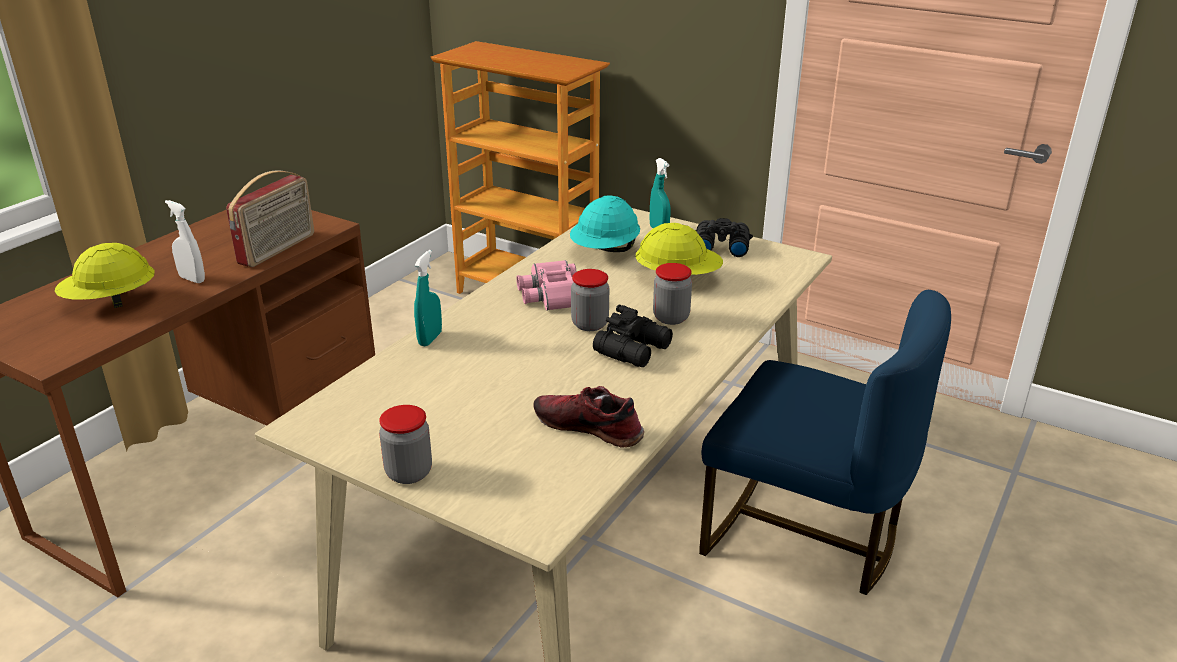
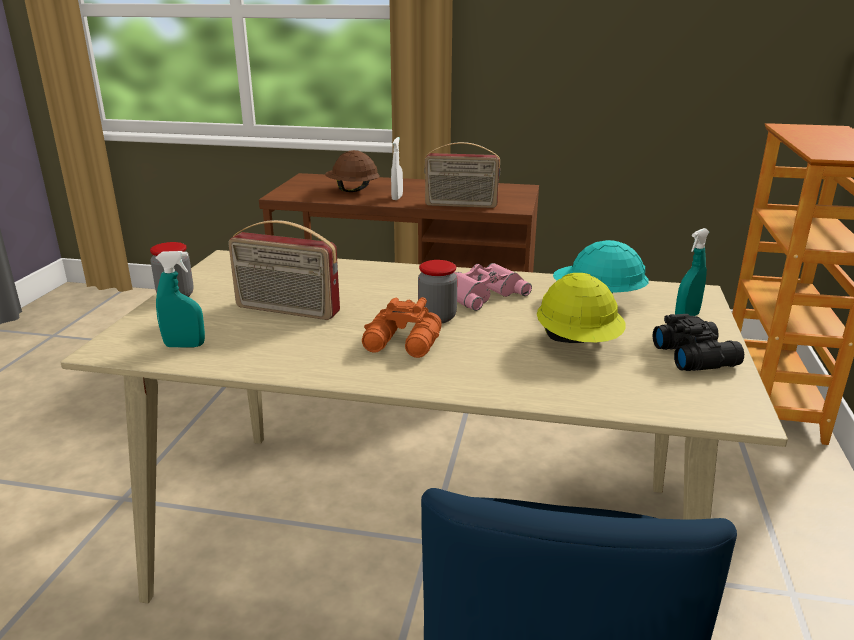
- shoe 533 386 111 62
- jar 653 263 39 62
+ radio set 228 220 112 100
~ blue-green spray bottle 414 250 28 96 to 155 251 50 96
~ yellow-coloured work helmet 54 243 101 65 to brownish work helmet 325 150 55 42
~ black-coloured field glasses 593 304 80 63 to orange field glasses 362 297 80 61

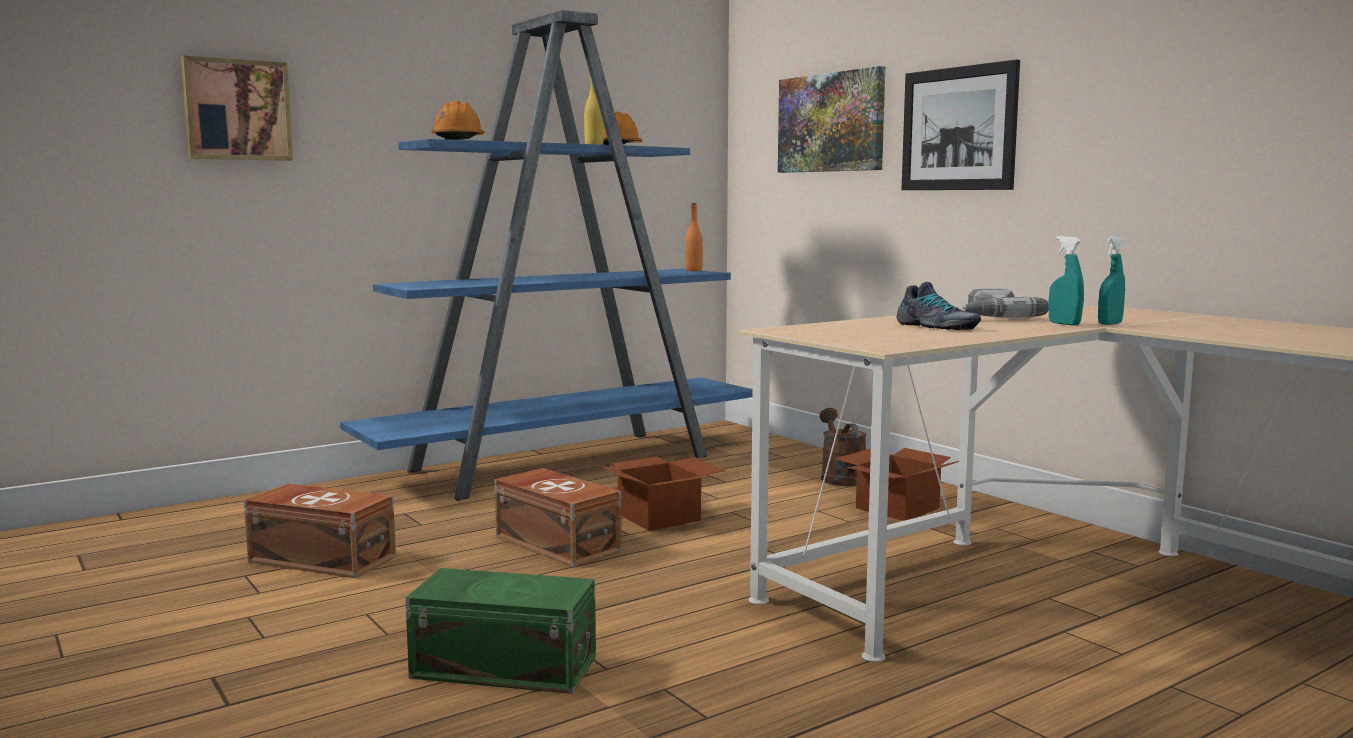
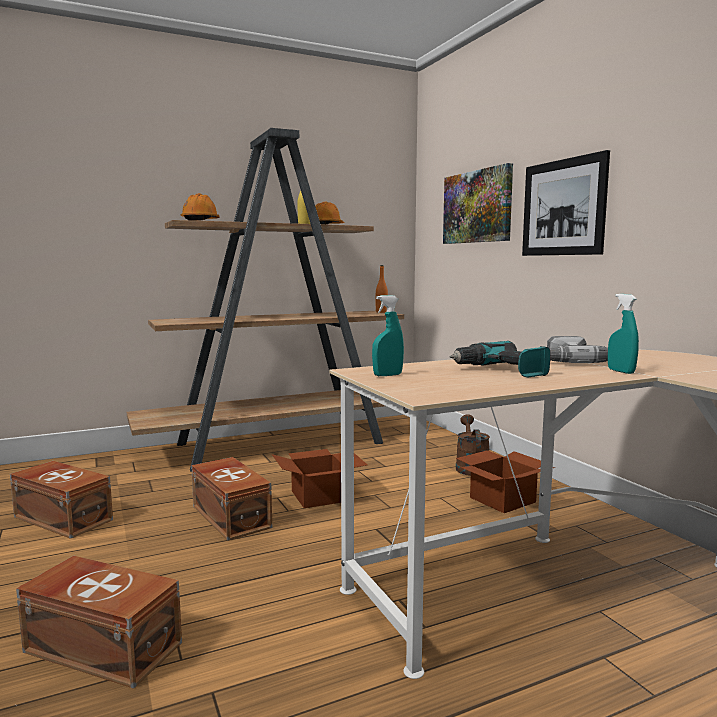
- picture 181 56 112 105
~ blue-green spray bottle 1098 236 27 89 to 372 295 32 81
~ shoe 896 282 85 48 to drill 449 341 101 37
~ blue shelving unit 340 10 413 491 to brownish shelving unit 127 128 277 344
~ greenish storage bin 405 568 191 126 to brownish storage bin 16 556 166 133

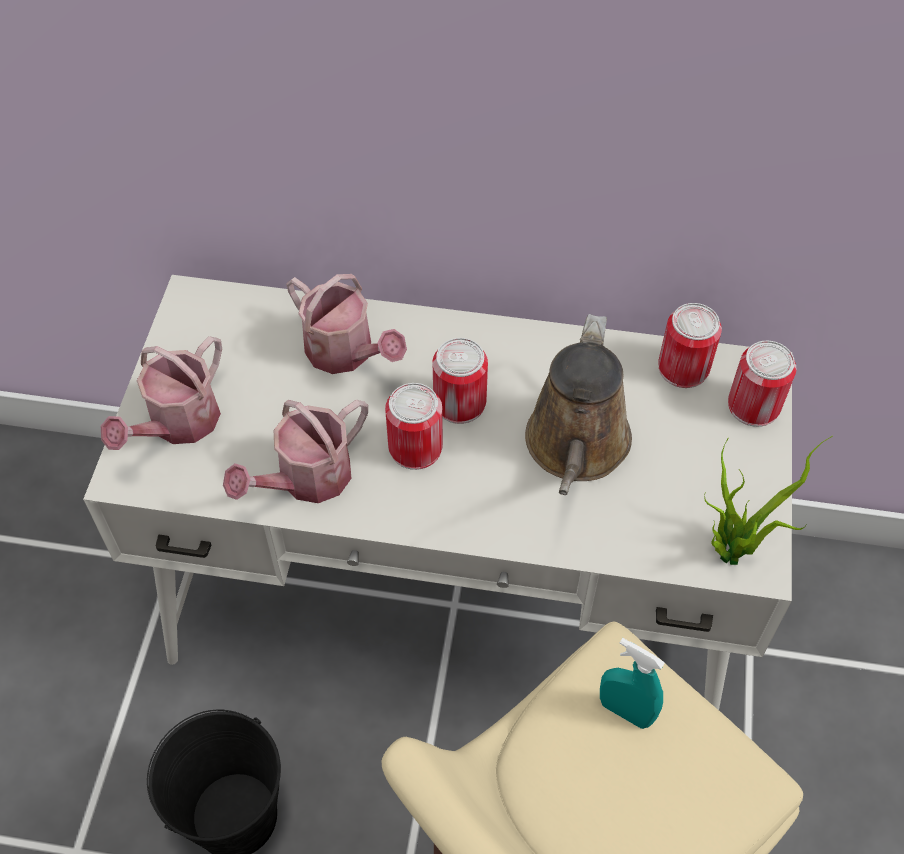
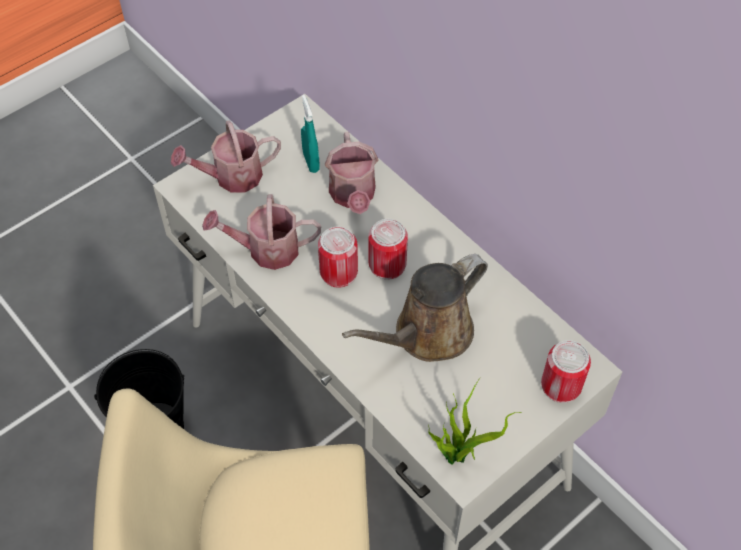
- can 658 303 64 85
~ blue-green spray bottle 600 638 65 91 to 301 95 19 78

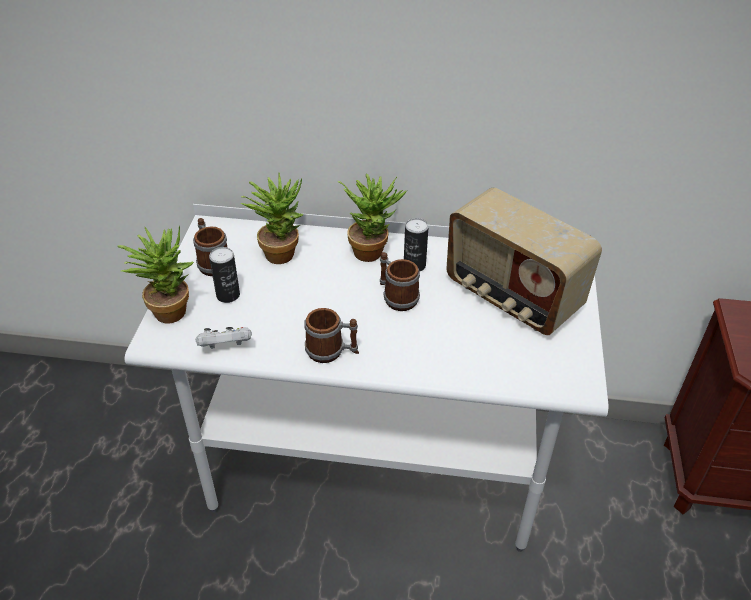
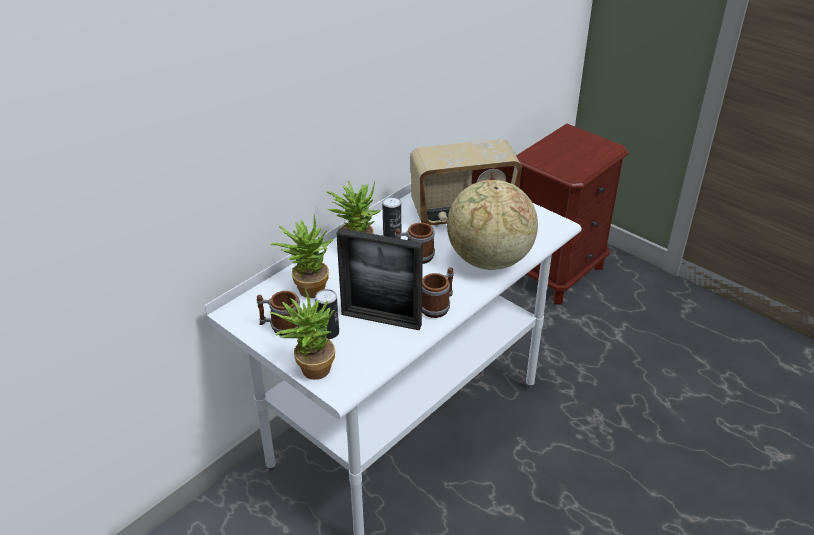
- whitish joypad 196 327 56 22
+ photo frame 336 228 87 102
+ globe 447 180 91 90

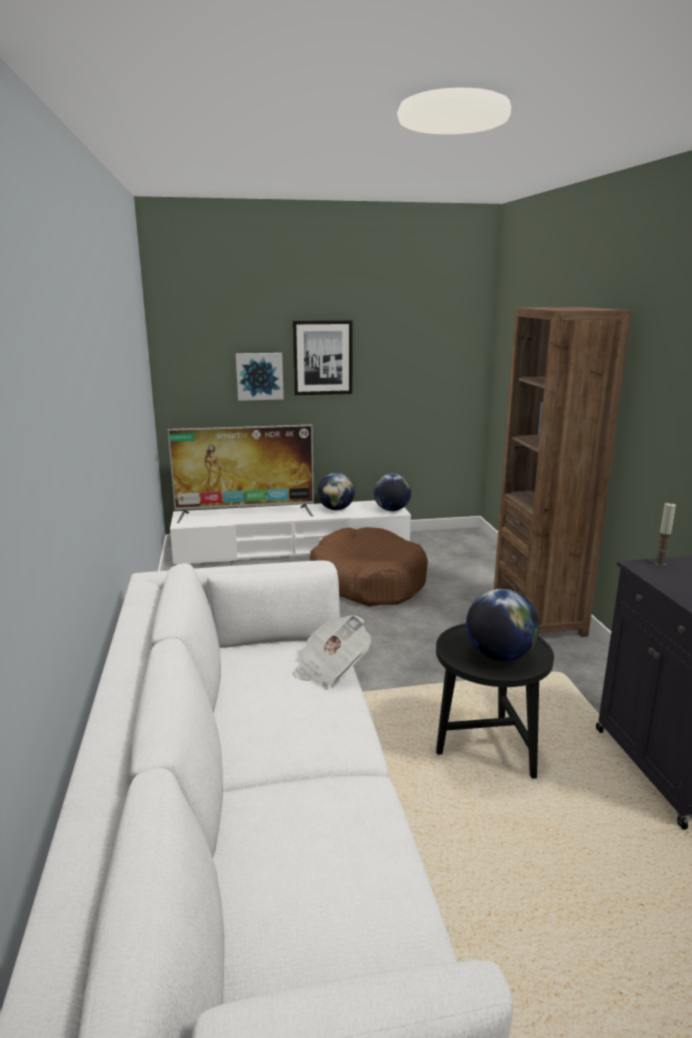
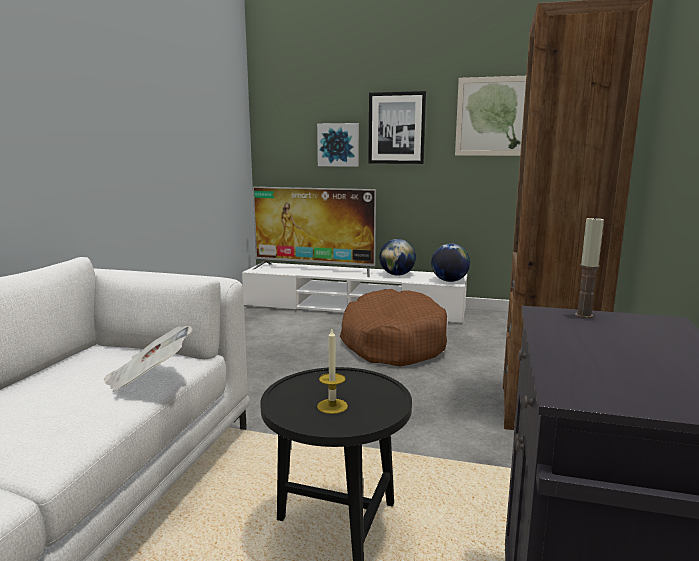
+ picture 455 76 71 80
~ globe 466 589 74 72 to wax light 317 329 31 85

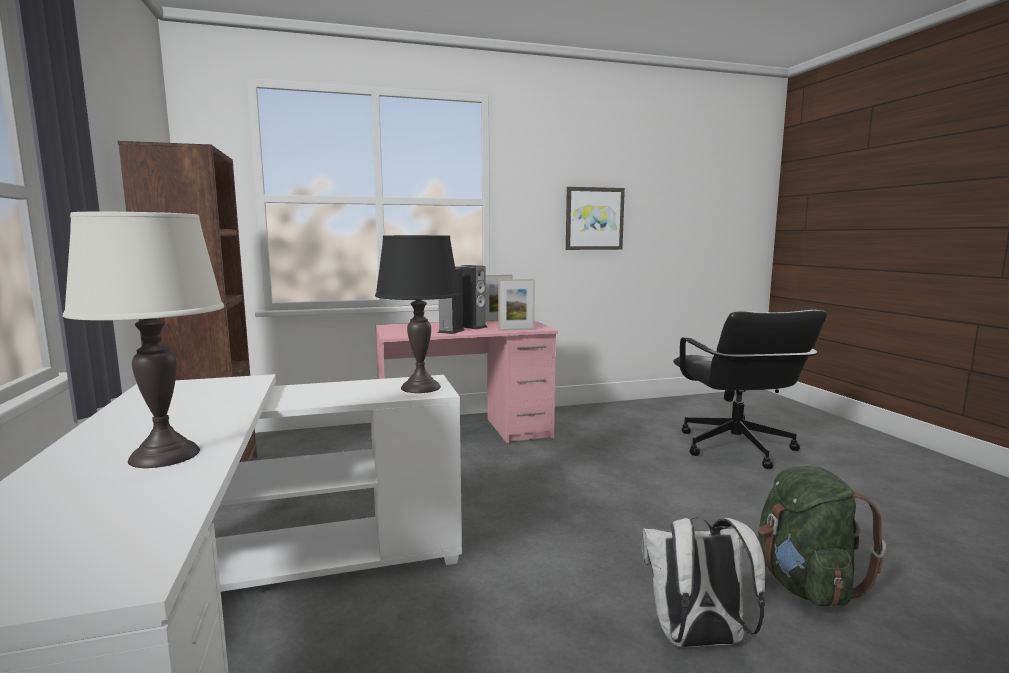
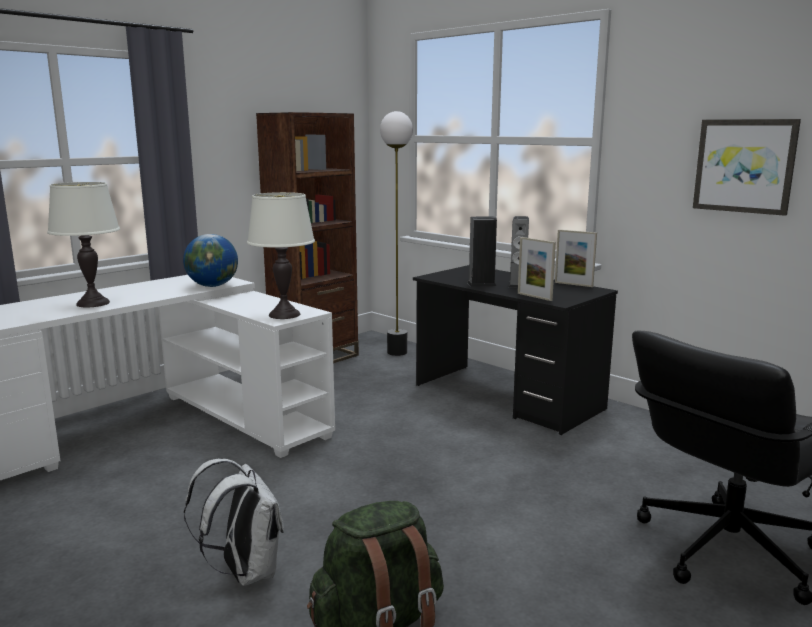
+ globe 183 234 55 53
+ standard lamp 380 111 33 245
~ black-coloured lamp for a table 375 235 86 158 to whitish lamp for a table 247 192 68 127
~ pink-coloured desk unit 375 320 183 124 to black-coloured desk unit 413 265 205 170

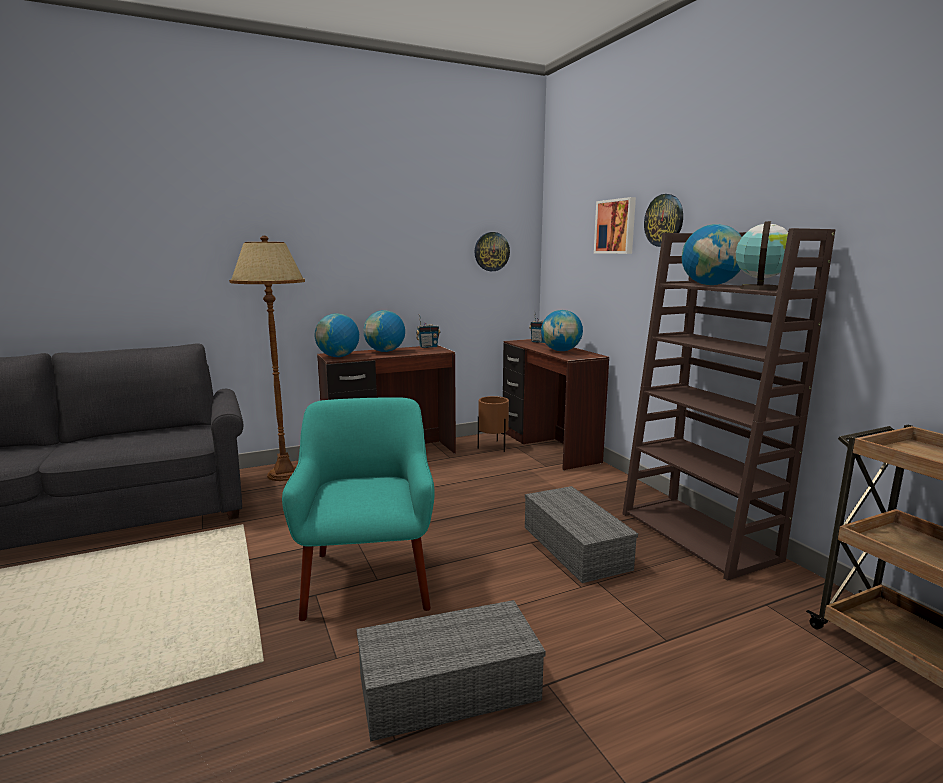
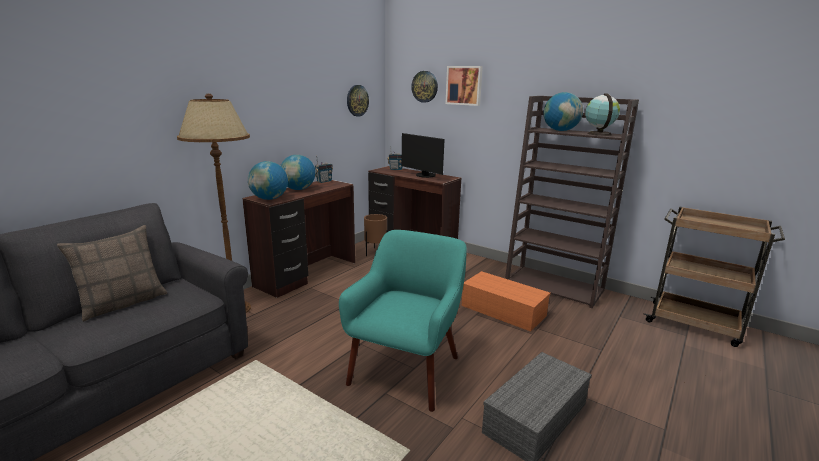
+ pillow 57 225 110 97
~ hanging clock 644 194 39 53 to 411 71 27 32
~ globe 541 310 42 41 to monitor 401 133 44 45
~ greyish storage bin 525 486 113 97 to orange storage bin 462 271 89 61
~ blue-green easy chair 282 397 153 224 = 339 230 128 182 60 degrees clockwise

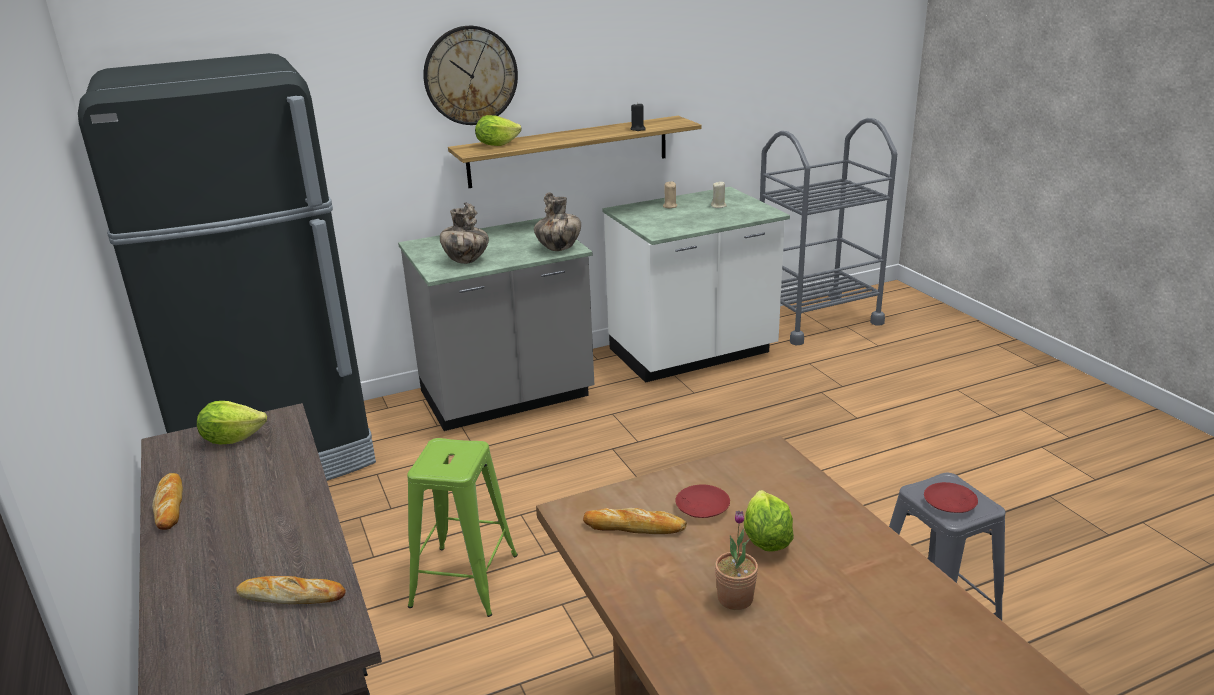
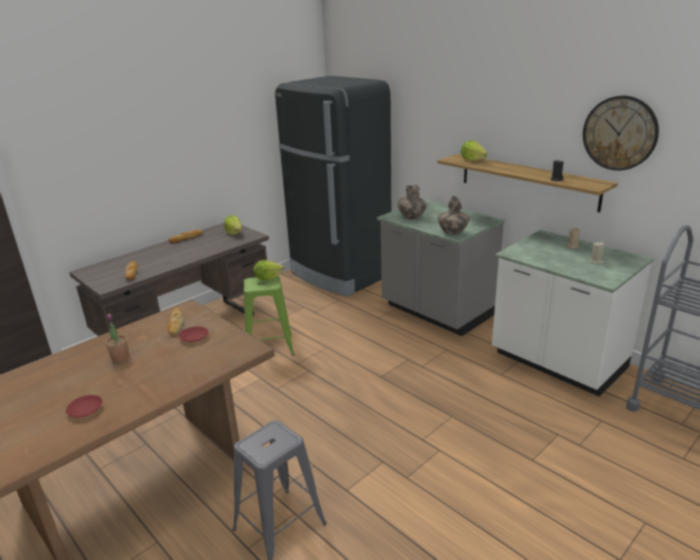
~ hanging clock 423 26 95 99 to 583 96 76 75
~ lettuce head 744 490 50 62 to 253 260 31 20
~ red dinner plate 924 482 54 31 to 66 395 36 23

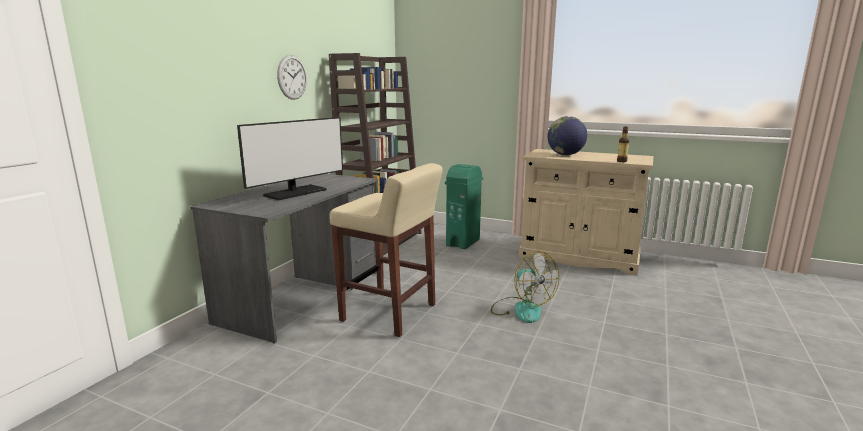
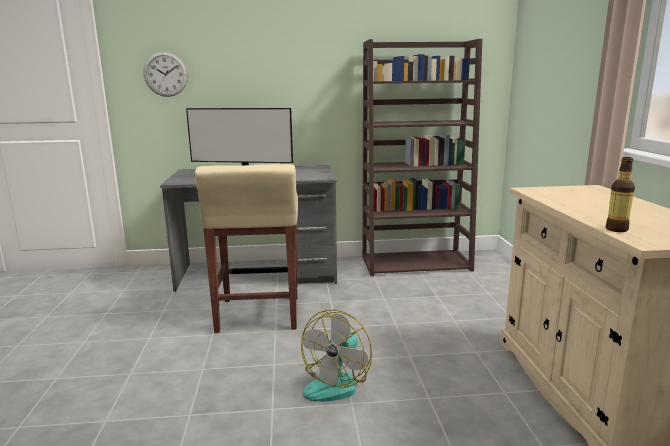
- greenish rubbish bin 445 164 38 85
- globe 547 116 40 39
~ hanging clock 277 55 30 45 to 143 52 45 45

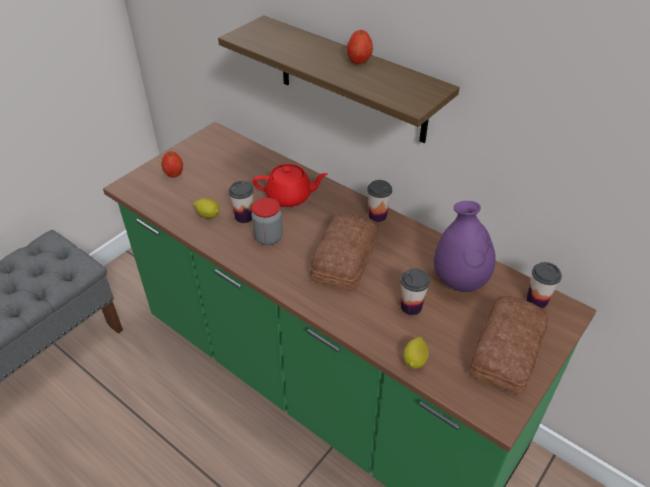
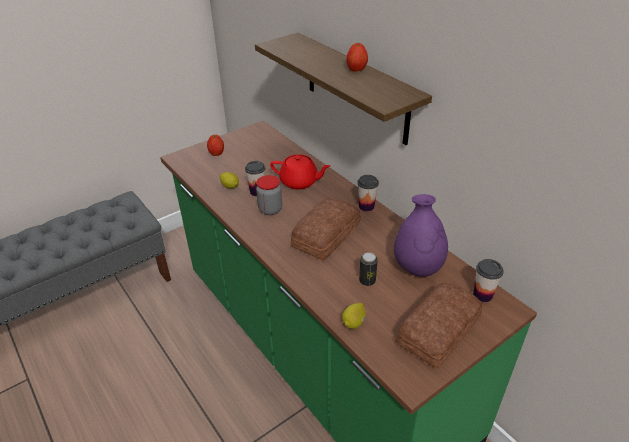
~ small cup 401 268 29 47 to can 359 252 19 34

